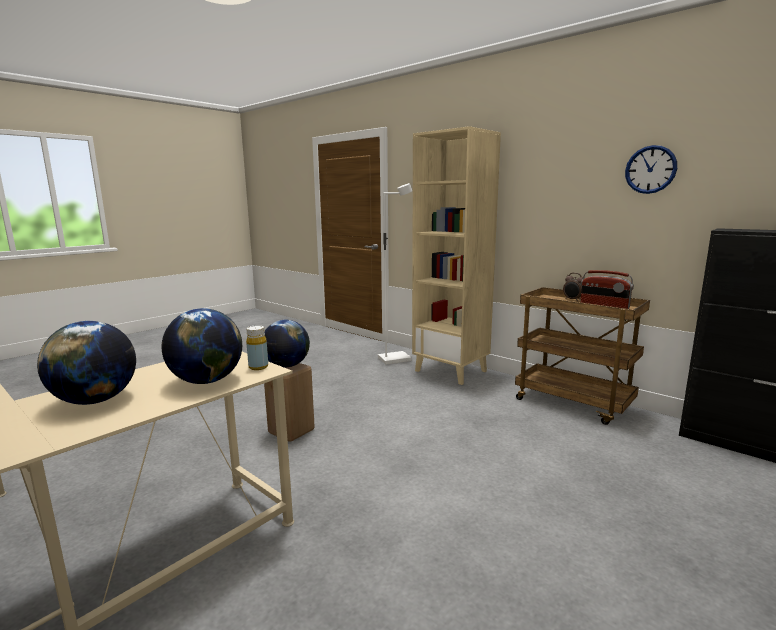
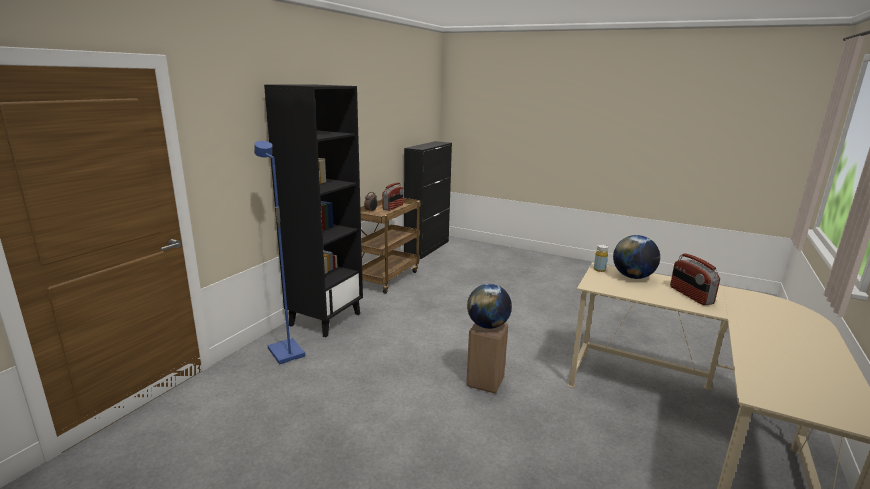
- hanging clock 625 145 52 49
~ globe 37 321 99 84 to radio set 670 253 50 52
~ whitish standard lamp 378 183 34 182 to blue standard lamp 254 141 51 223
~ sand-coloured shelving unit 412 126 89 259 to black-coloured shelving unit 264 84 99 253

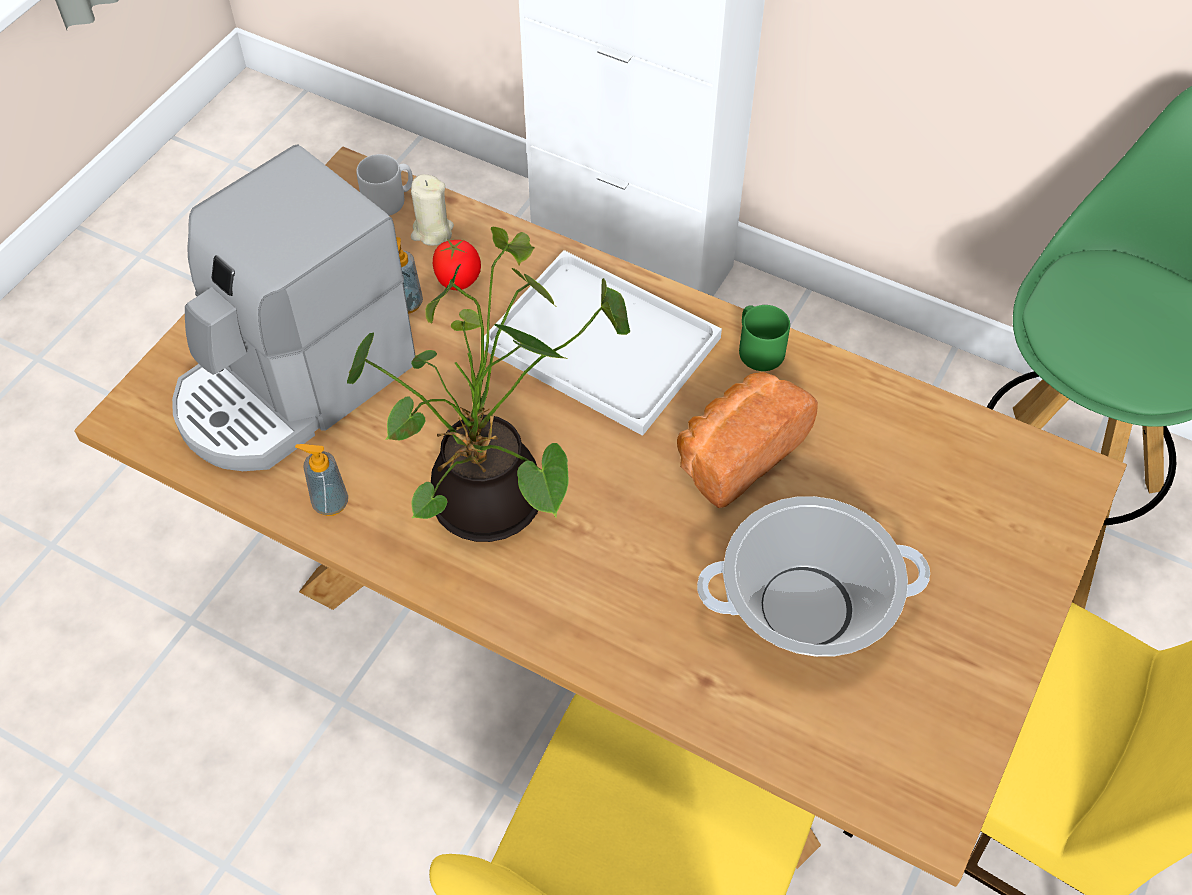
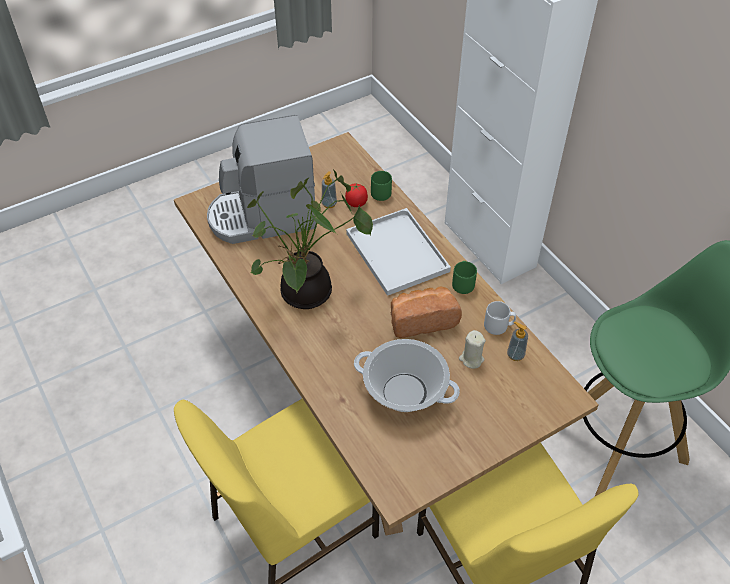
+ greenish coffee mug 371 171 21 30
~ soap dispenser 295 444 53 72 to 507 321 21 40
~ greyish coffee mug 356 154 57 62 to 484 301 32 34
~ sand-coloured wax light 411 174 43 72 to 459 330 27 39

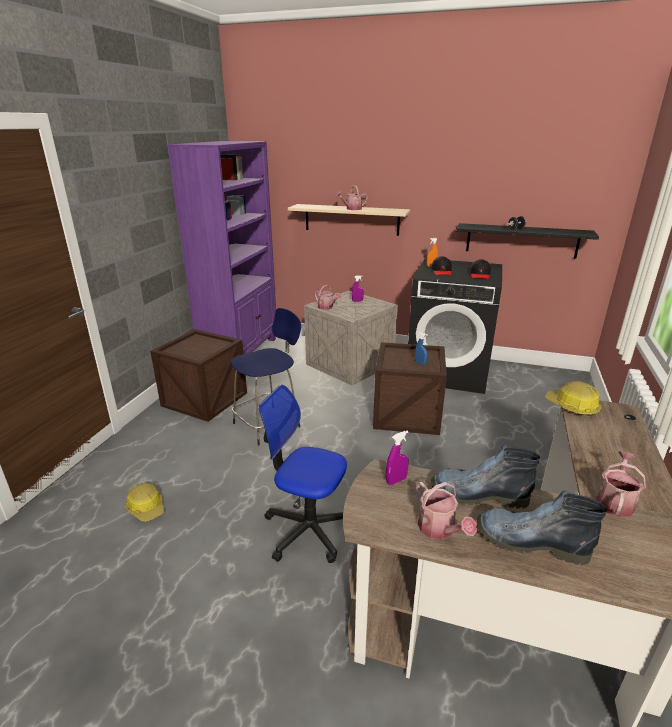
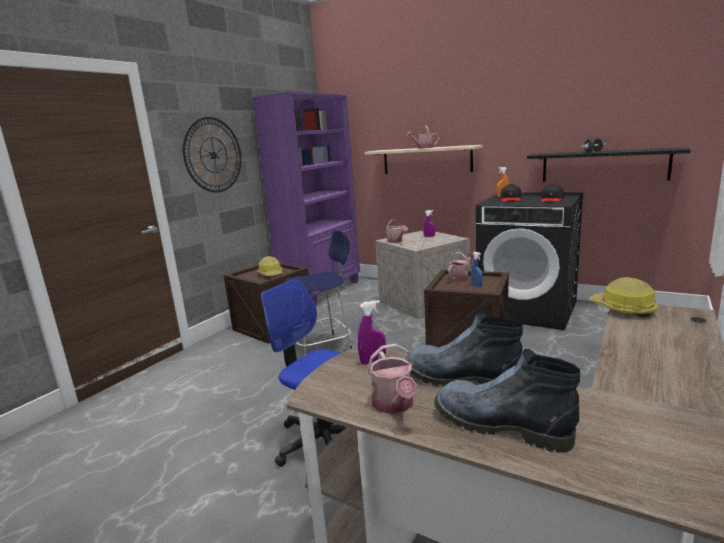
+ hanging clock 183 117 58 75
~ work helmet 125 483 39 39 to 257 256 26 20
~ watering pot 596 451 50 66 to 448 252 26 30

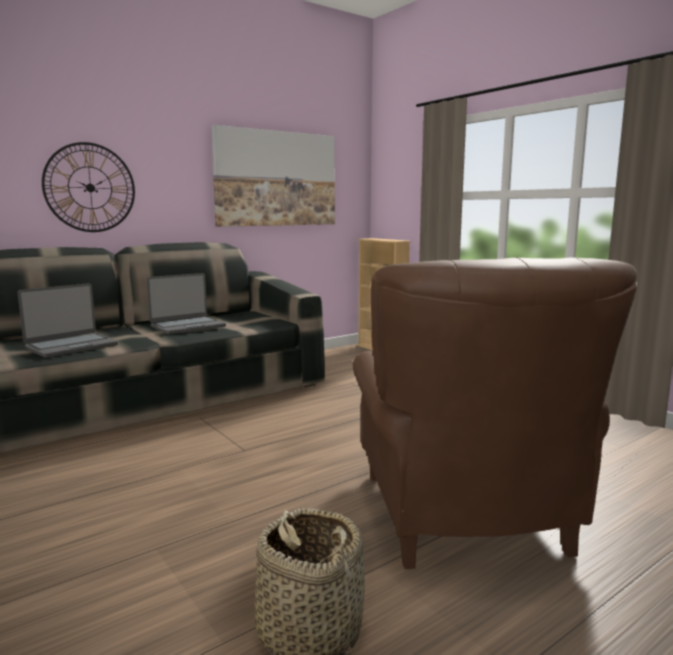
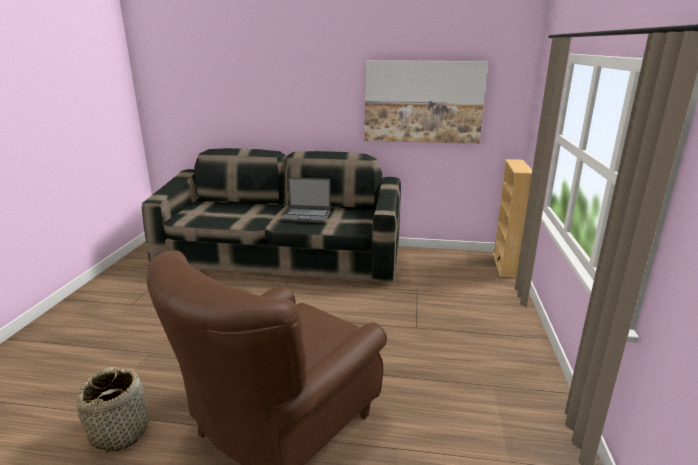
- portable computer 18 283 101 75
- hanging clock 42 142 93 90

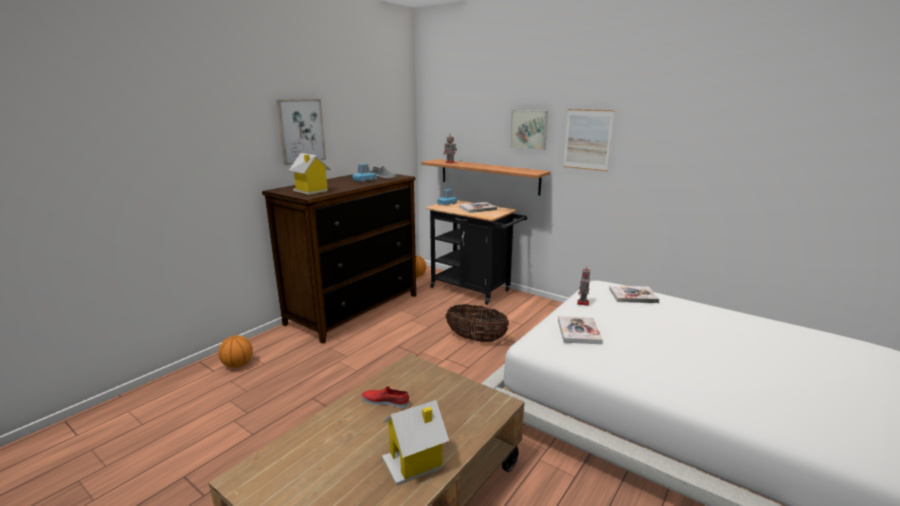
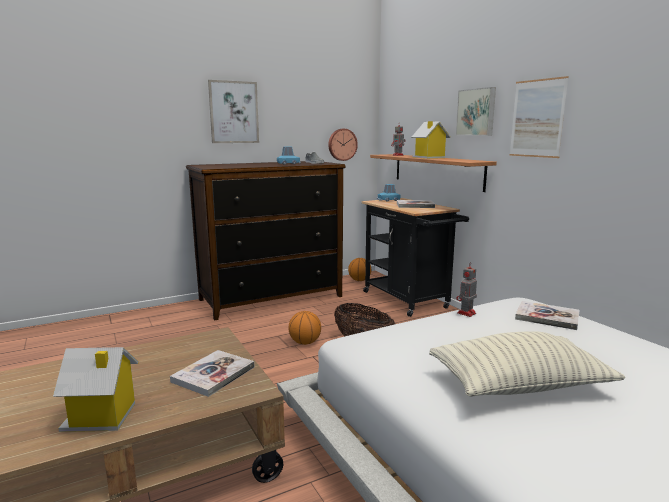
- red shoe 362 386 47 22
+ hanging clock 328 129 30 32
+ pillow 429 331 196 66
~ basketball ball 218 335 35 33 to 288 311 33 34
~ model house 288 153 43 42 to 411 121 40 38
~ bound book 558 316 45 28 to 170 350 85 47

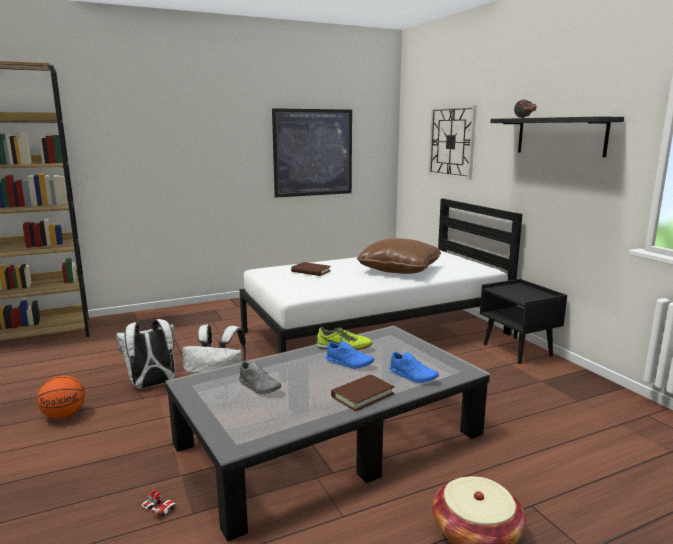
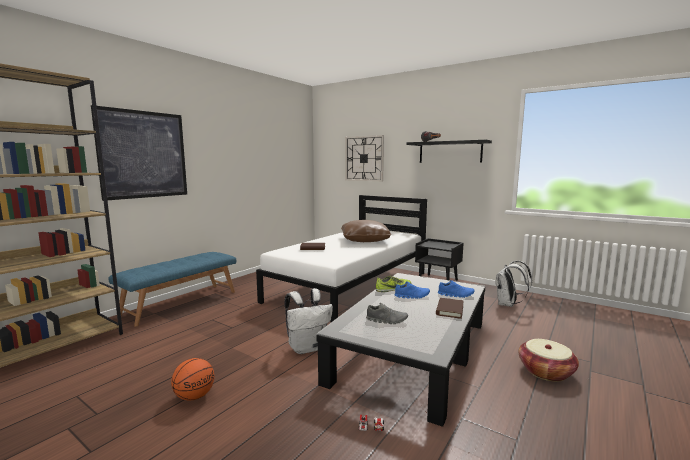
+ blue bench 108 252 128 75
~ whitish knapsack 116 319 59 70 to 495 261 37 46
~ picture 272 108 80 90 to 91 105 96 96

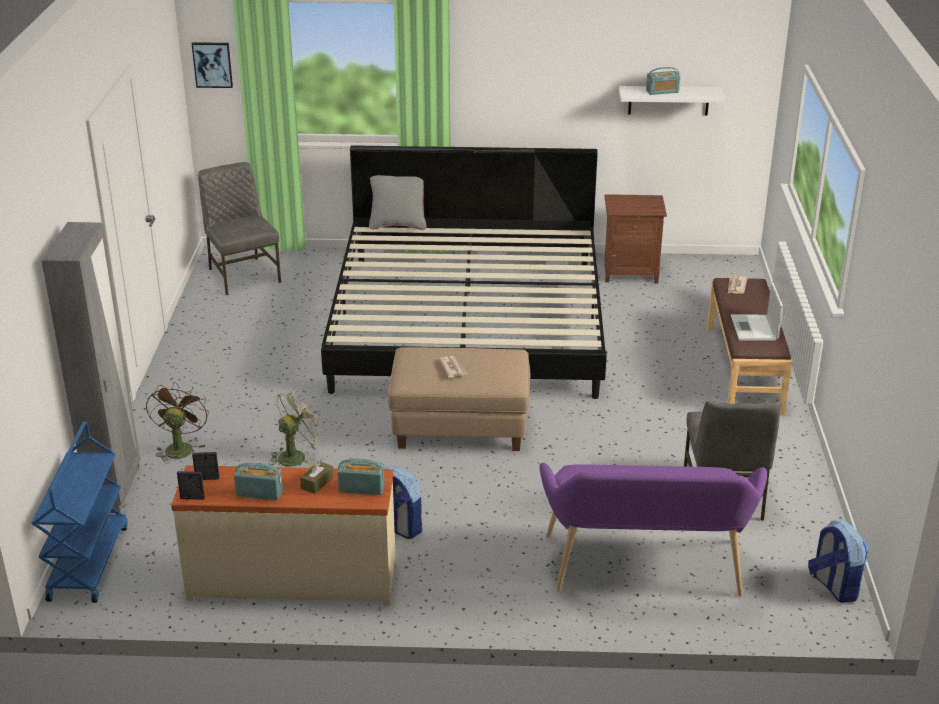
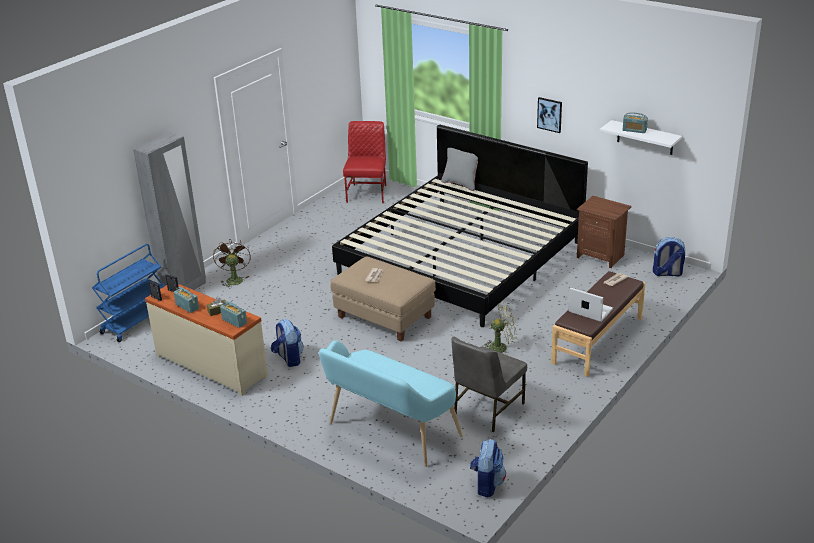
+ knapsack 653 237 33 39
~ picture 192 42 41 46 to 537 97 25 36
~ greenish cooling fan 269 389 55 78 to 482 302 35 54
~ greyish chair 198 162 83 133 to red chair 343 121 43 82
~ purple bench 539 463 228 133 to blue-green bench 319 340 144 127
~ brownish cooling fan 146 382 63 81 = 213 239 38 49 45 degrees counterclockwise
~ portable computer 731 282 52 59 = 569 288 44 34 90 degrees clockwise

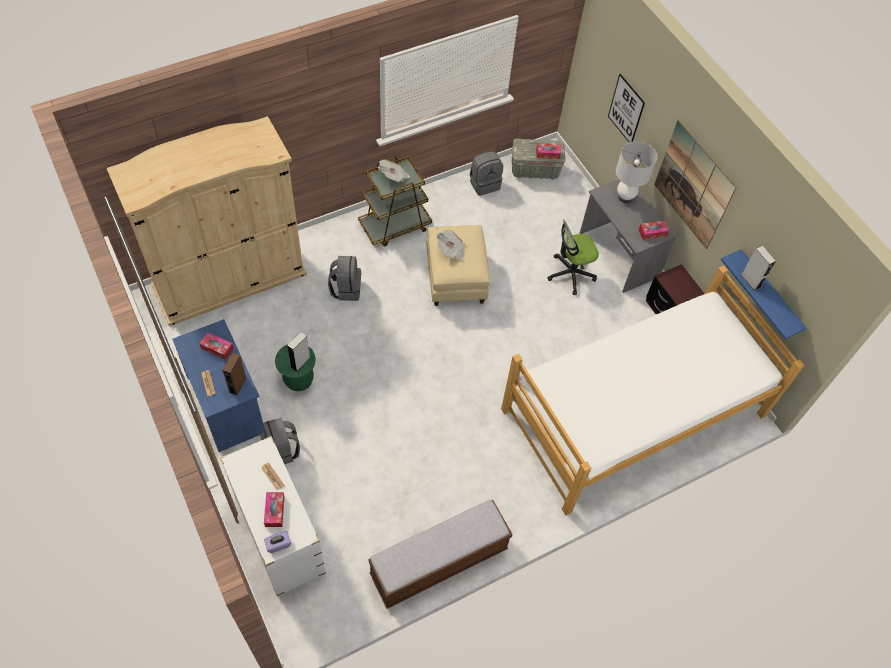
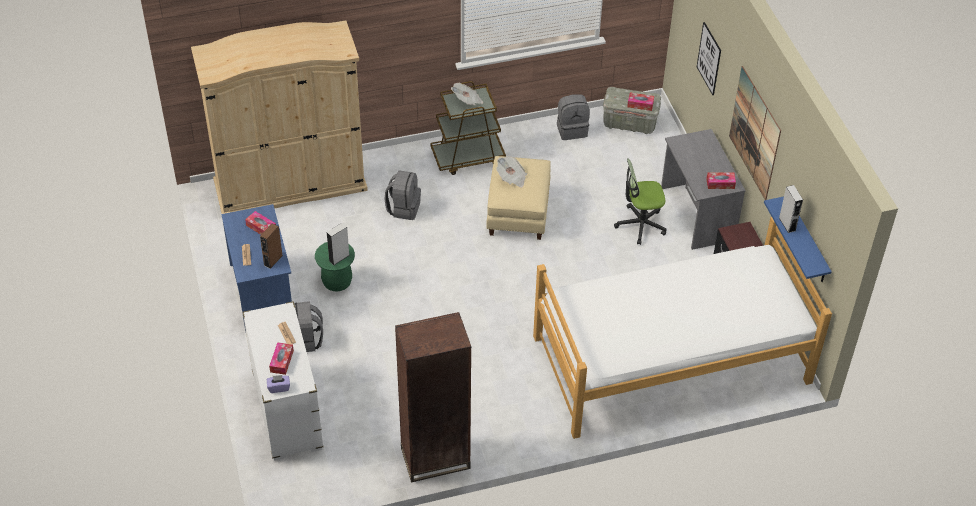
- whitish lamp for a table 616 141 41 62
~ bench 368 500 145 109 to brownish shelving unit 395 312 76 170

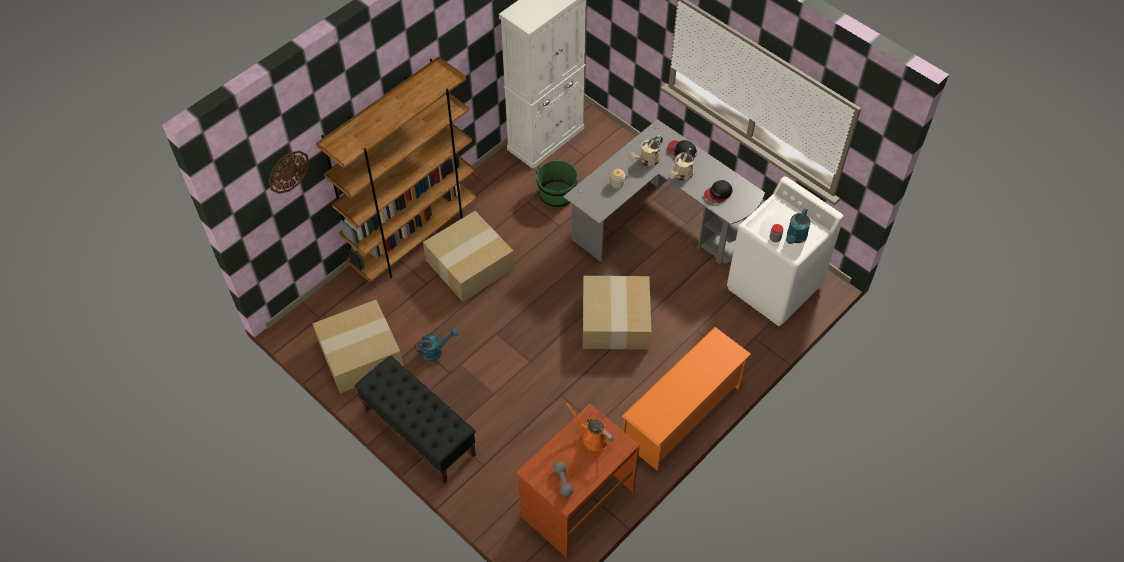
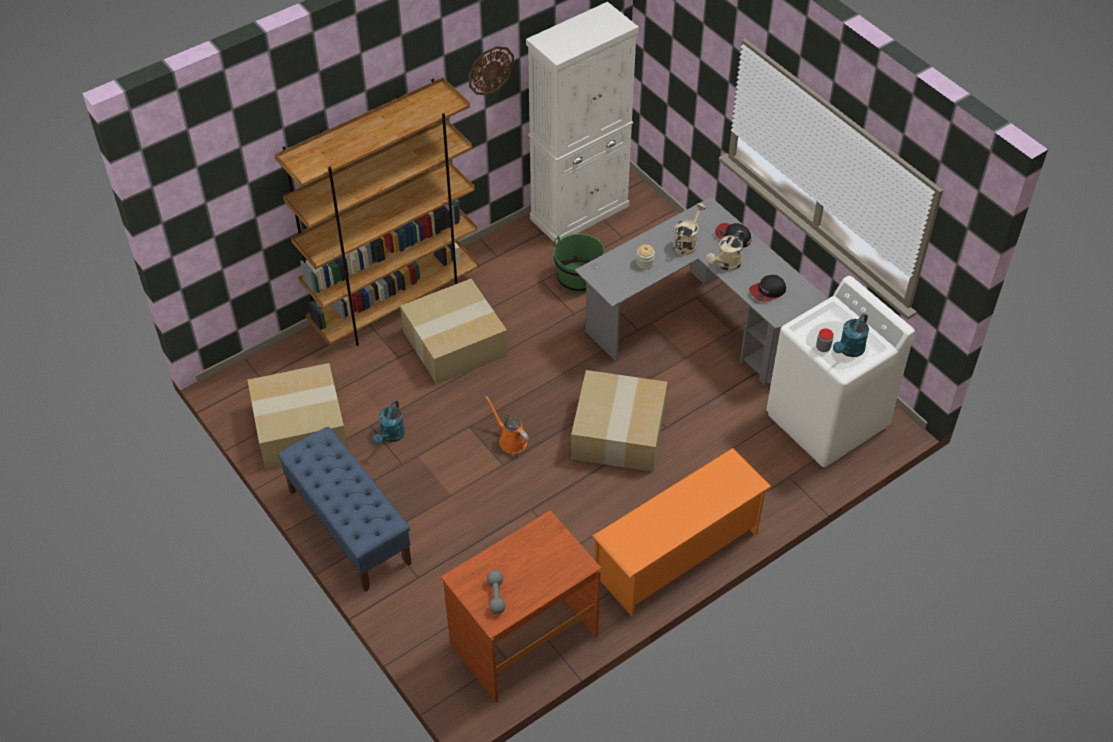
~ hanging clock 268 151 42 43 to 468 46 46 49
~ orange watering pot 566 403 48 48 to 485 396 44 57
~ black-coloured bench 355 355 121 129 to blue bench 278 426 134 166
~ blue-green watering pot 415 328 43 33 = 372 400 33 45 120 degrees clockwise
~ sand-coloured watering pot 628 135 35 31 = 673 203 33 52 150 degrees clockwise

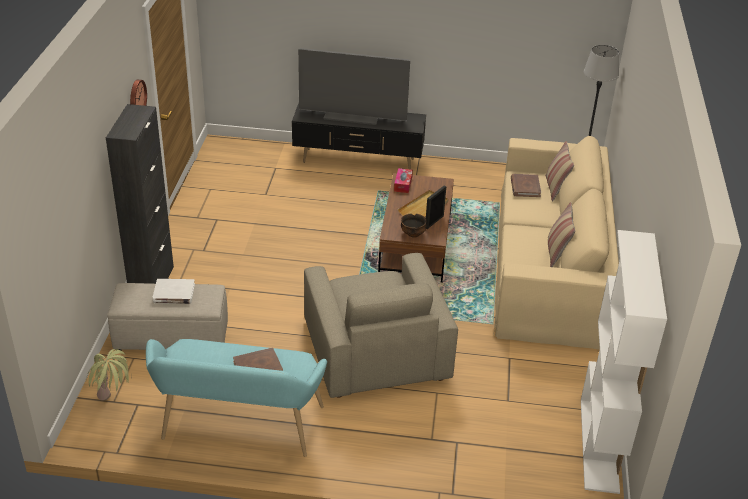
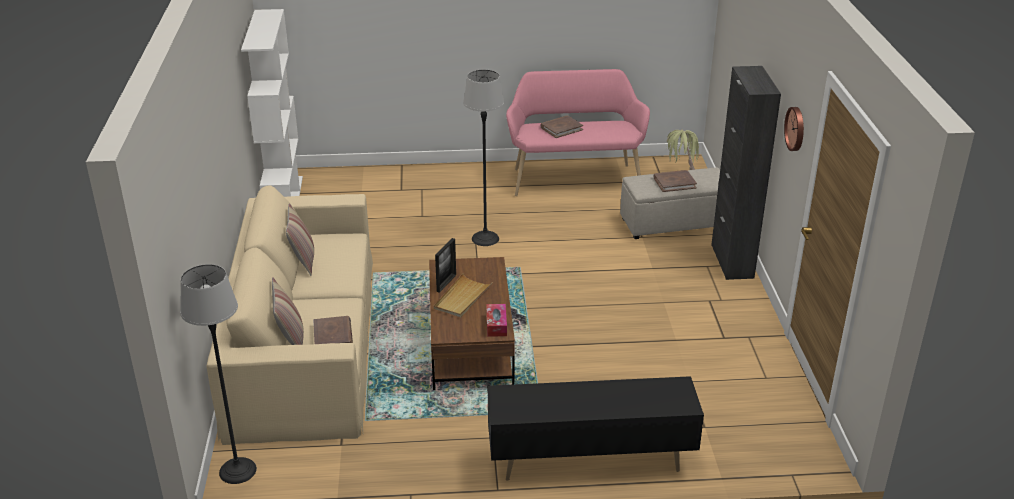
- TV 298 48 112 77
- deep dish 401 214 26 24
~ sand-coloured easy chair 304 253 154 145 to standard lamp 463 70 41 176
~ blue-green bench 146 339 181 118 to pink-coloured bench 506 69 144 127
~ whitish bound book 153 279 42 25 to brownish bound book 654 170 43 22

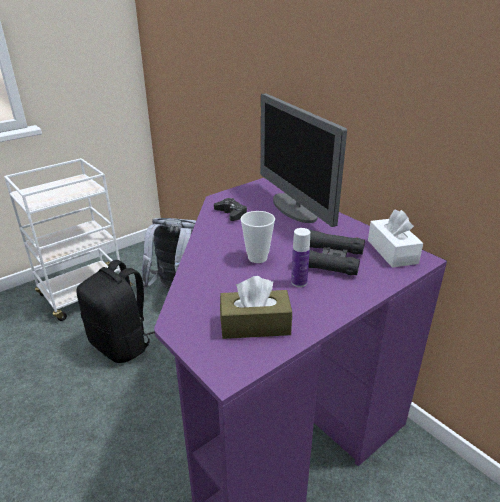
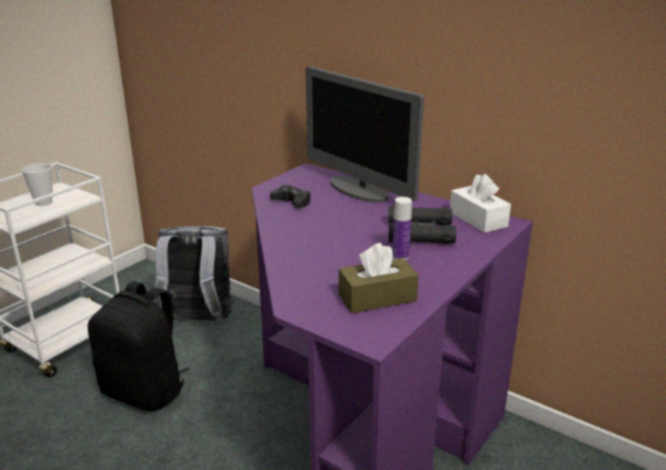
~ small cup 240 211 35 52 to 22 163 31 43

